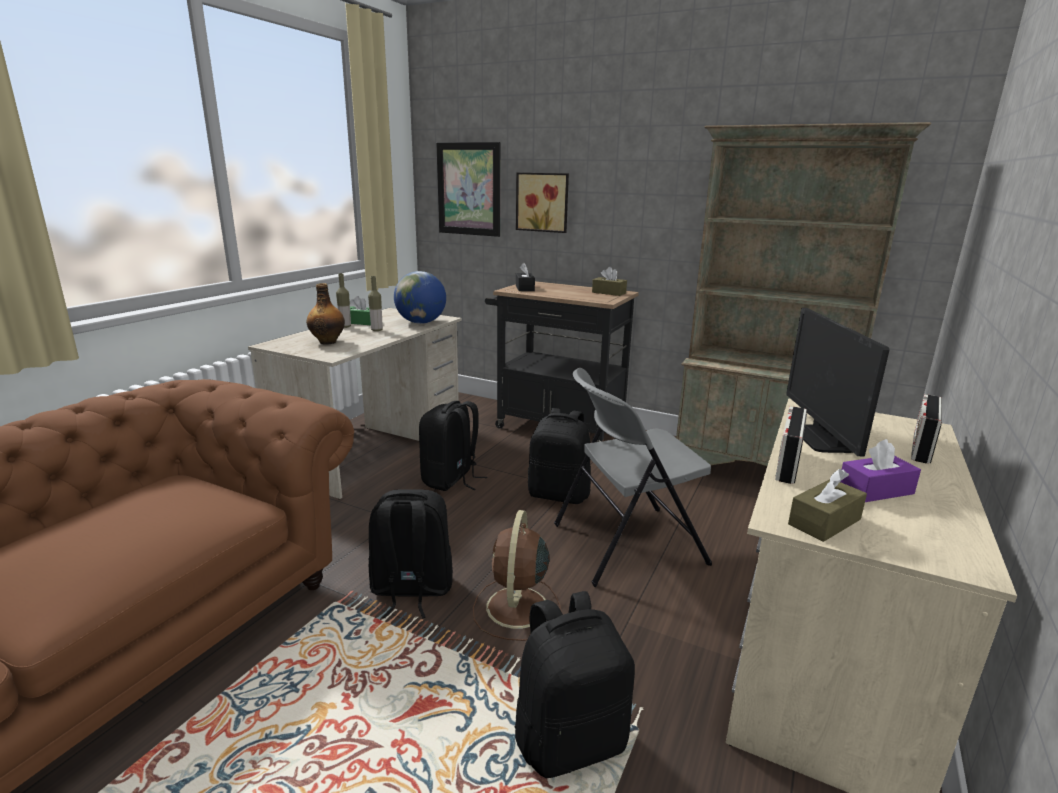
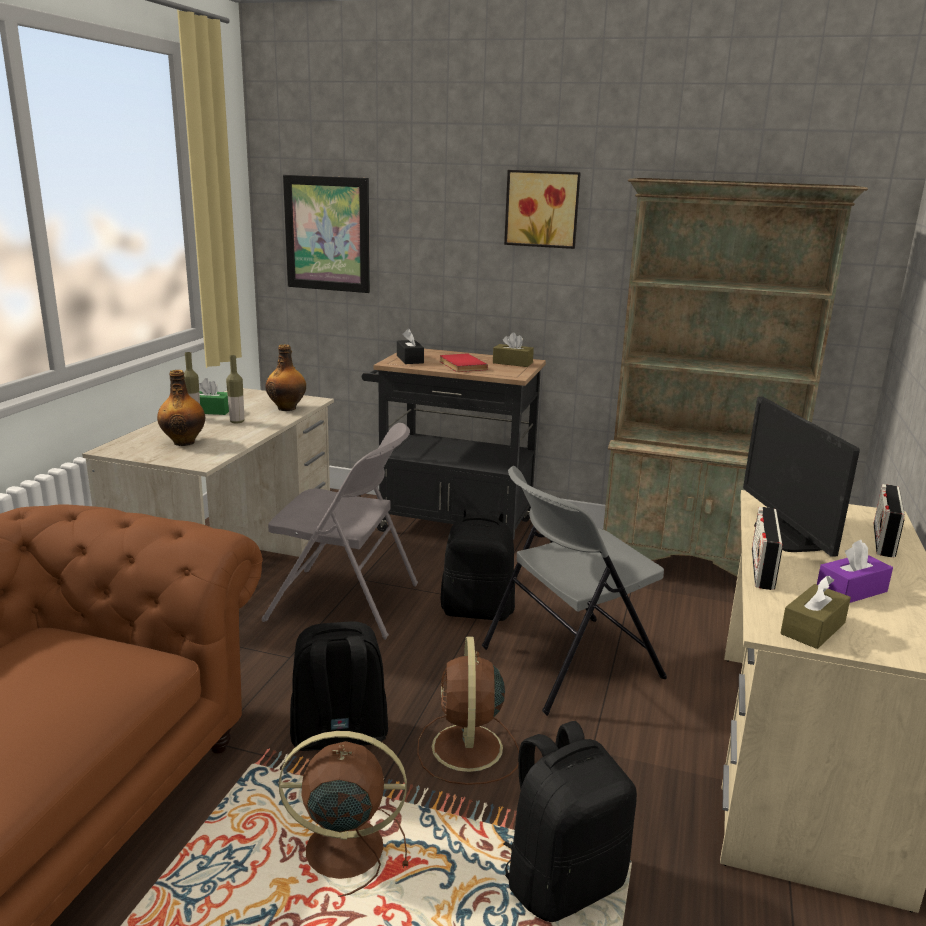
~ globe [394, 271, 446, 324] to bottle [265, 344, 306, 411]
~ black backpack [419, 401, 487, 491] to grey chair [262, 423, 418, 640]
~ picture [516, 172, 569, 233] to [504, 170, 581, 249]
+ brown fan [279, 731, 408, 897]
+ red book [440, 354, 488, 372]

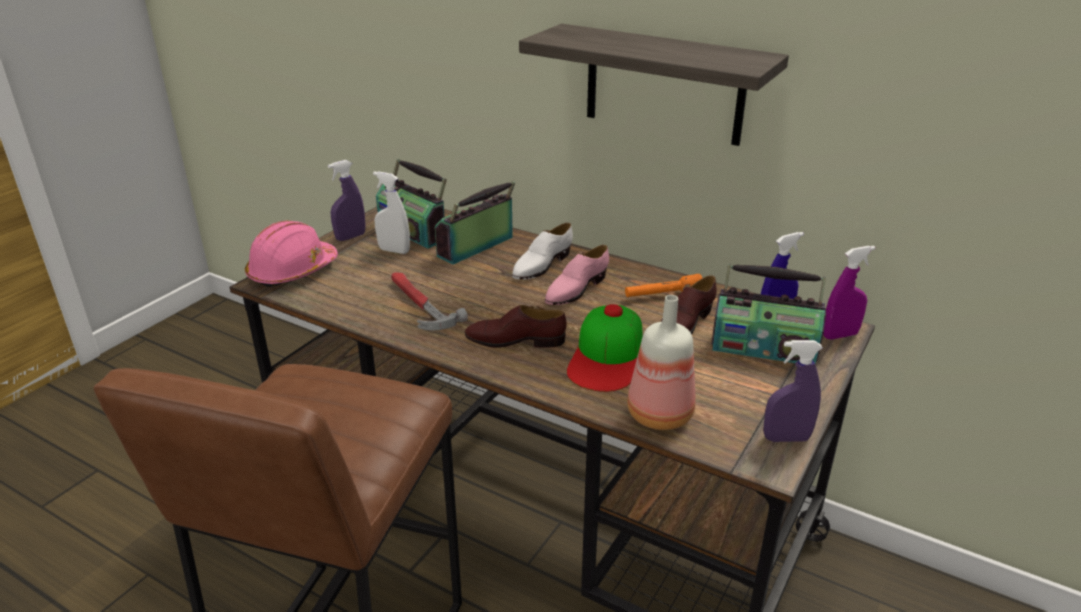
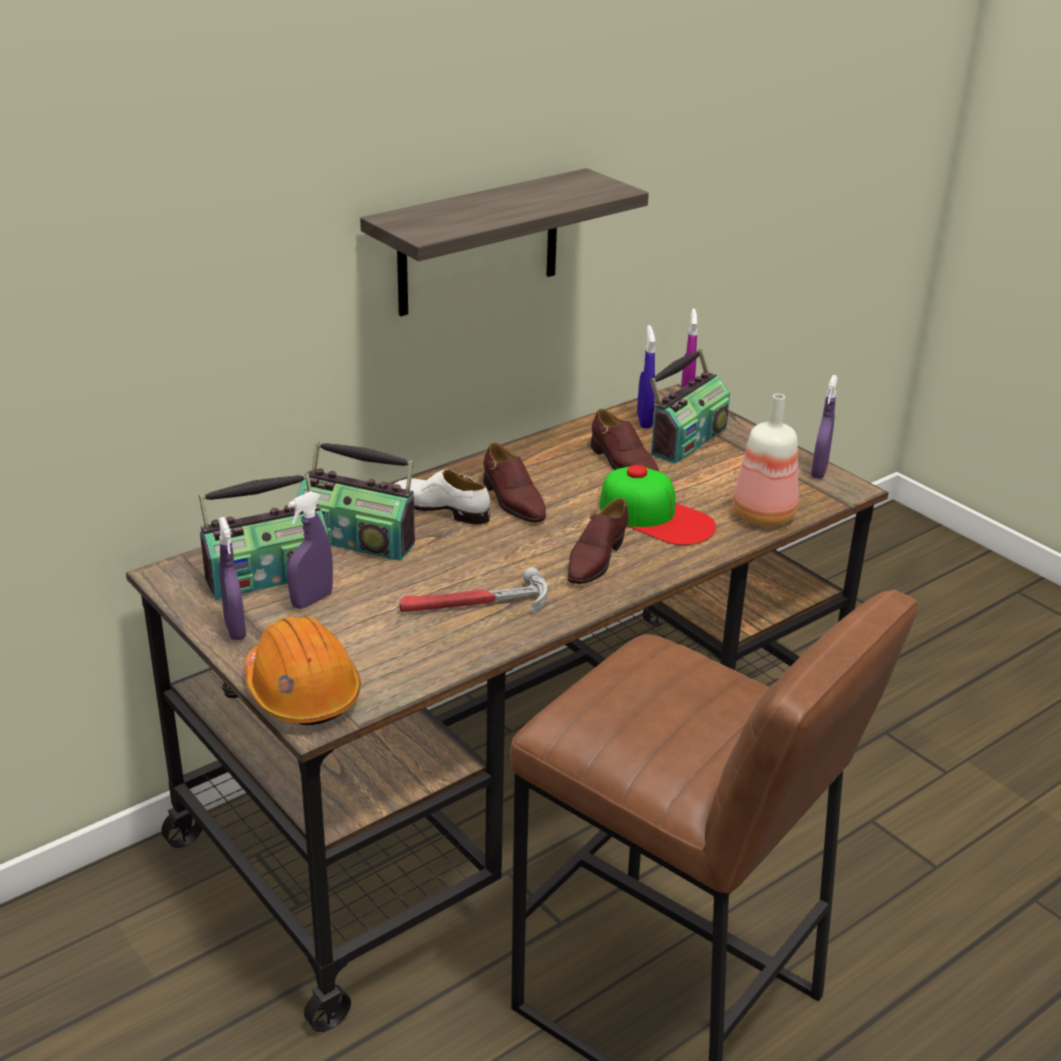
~ pink hard hat [245, 221, 338, 288] to orange hard hat [244, 616, 361, 725]
~ white spray bottle [373, 171, 410, 254] to purple spray bottle [287, 491, 333, 609]
~ radio [435, 181, 515, 265] = [296, 442, 415, 561] 45 degrees counterclockwise
~ white shoe [512, 223, 573, 280] = [394, 469, 490, 524] 150 degrees clockwise
~ pink shoe [545, 245, 609, 305] to brown shoe [483, 442, 546, 523]
- orange flashlight [625, 274, 702, 297]

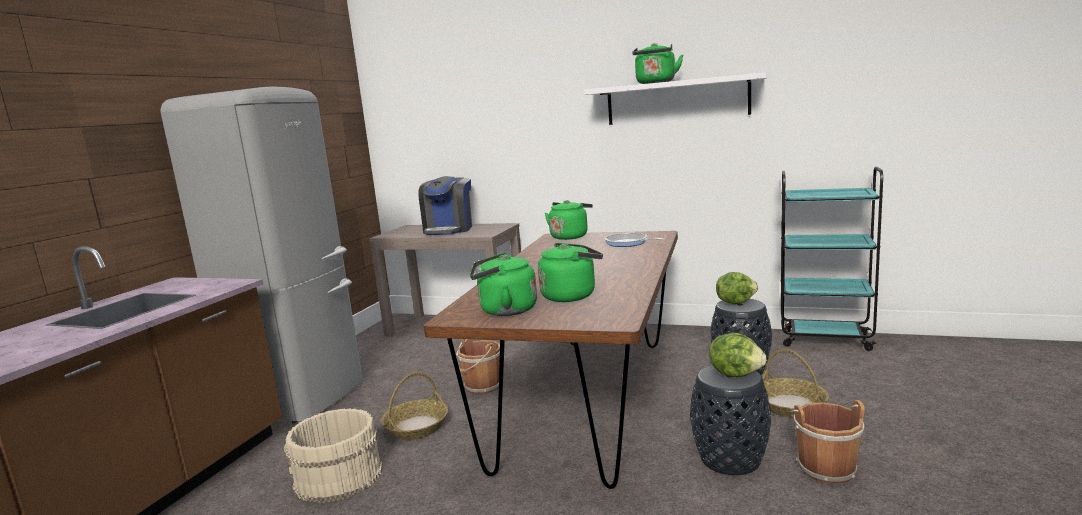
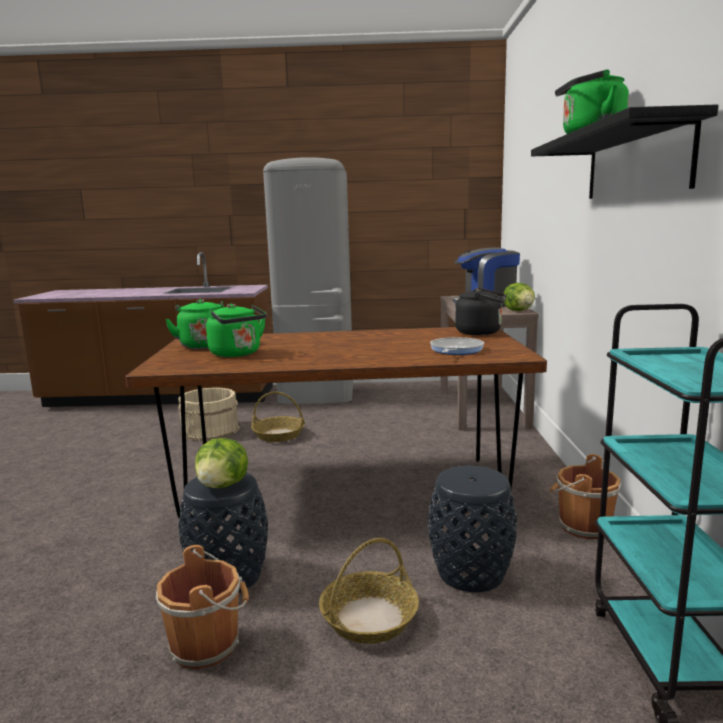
~ brown bucket [456, 339, 500, 394] to [549, 454, 621, 539]
~ green kettle [545, 200, 593, 240] to black kettle [455, 288, 507, 335]
~ white shelf [584, 72, 767, 125] to black shelf [531, 104, 719, 199]
~ lettuce [716, 272, 758, 304] to [503, 283, 535, 311]

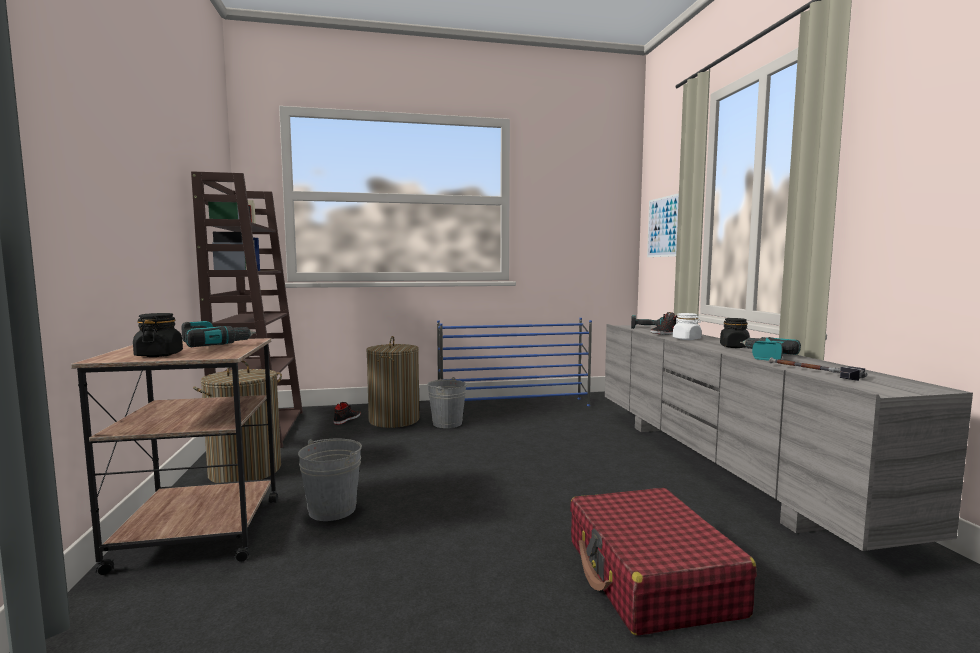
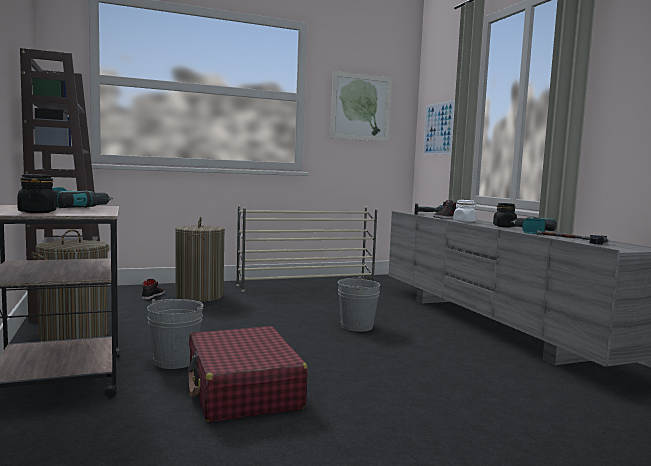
~ grey bucket [427, 377, 467, 428] to [338, 276, 380, 332]
~ blue shoe rack [437, 318, 592, 406] to beige shoe rack [236, 205, 377, 292]
~ red suitcase [570, 488, 757, 636] to [188, 326, 308, 422]
+ picture [330, 71, 392, 142]

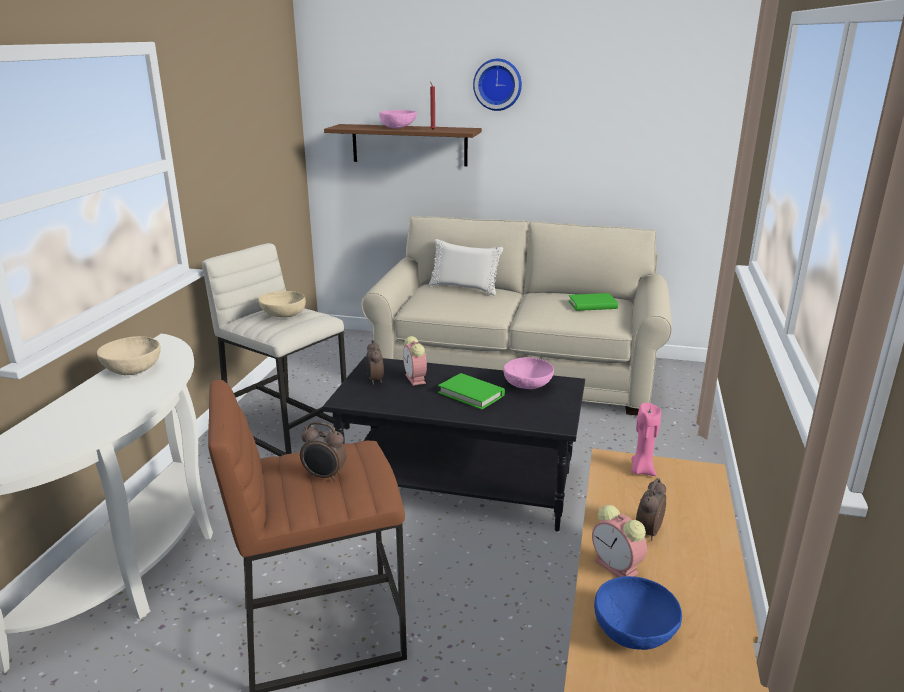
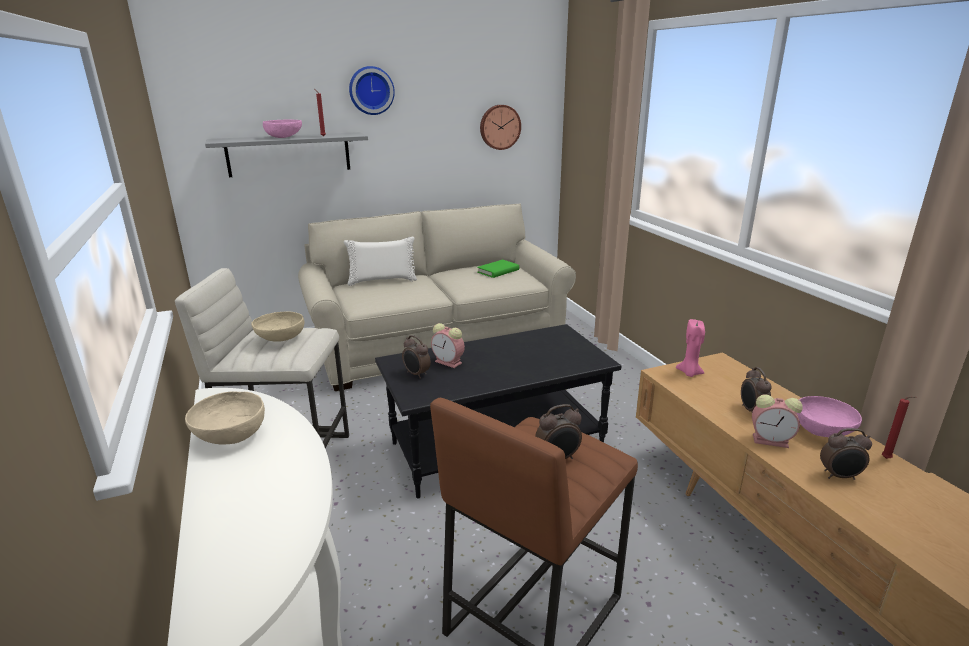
~ brown shelf [324, 124, 482, 166] to grey shelf [205, 132, 368, 177]
- green book [438, 373, 505, 410]
~ pink bowl [504, 357, 554, 389] to [797, 396, 862, 437]
~ blue bowl [594, 576, 682, 650] to alarm clock [820, 428, 872, 480]
+ wall clock [480, 105, 521, 150]
+ red candle [882, 397, 915, 459]

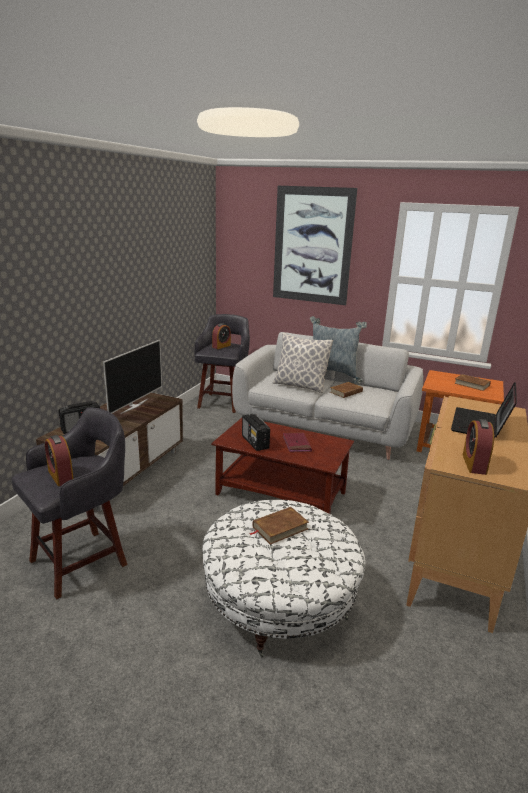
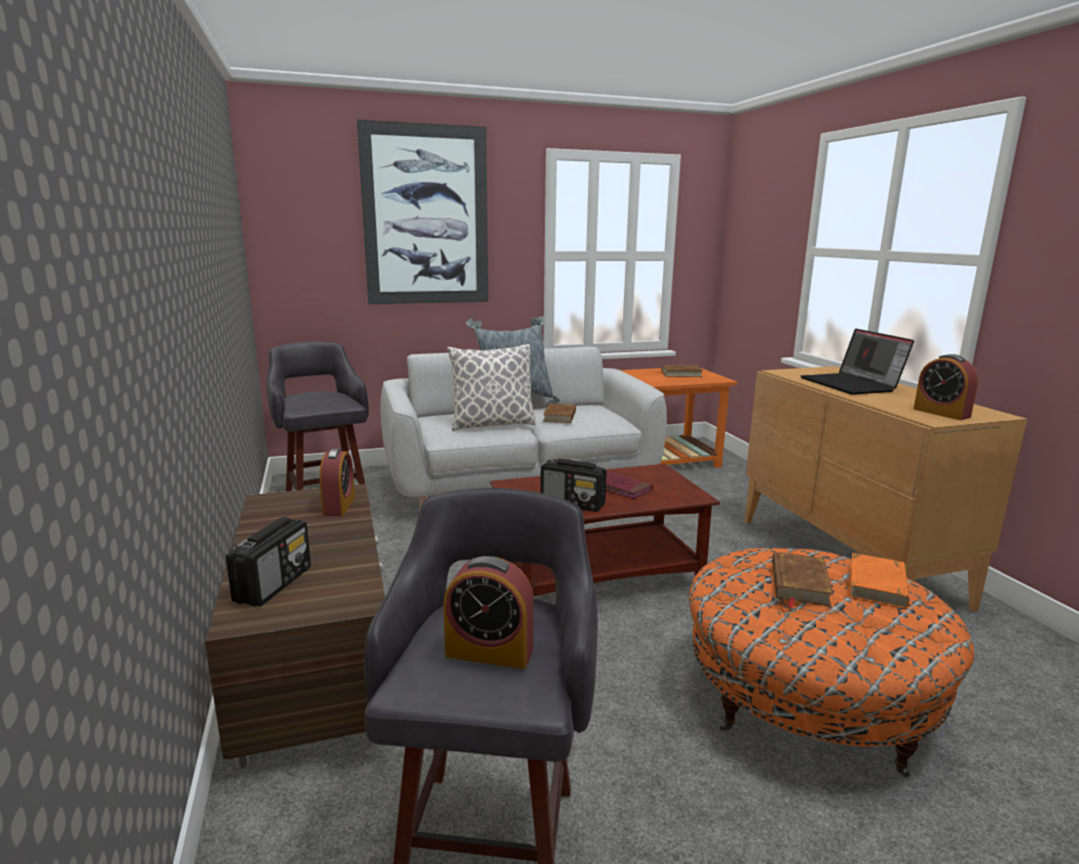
- television [103, 340, 162, 414]
~ white ottoman [202, 500, 365, 657] to orange ottoman [689, 548, 974, 778]
~ alarm clock [212, 323, 231, 349] to [319, 449, 355, 516]
+ orange book [849, 553, 909, 609]

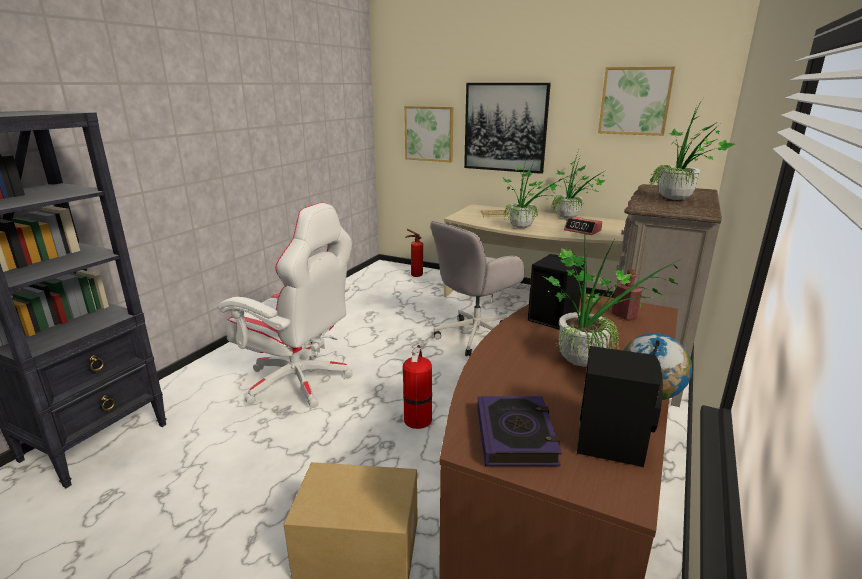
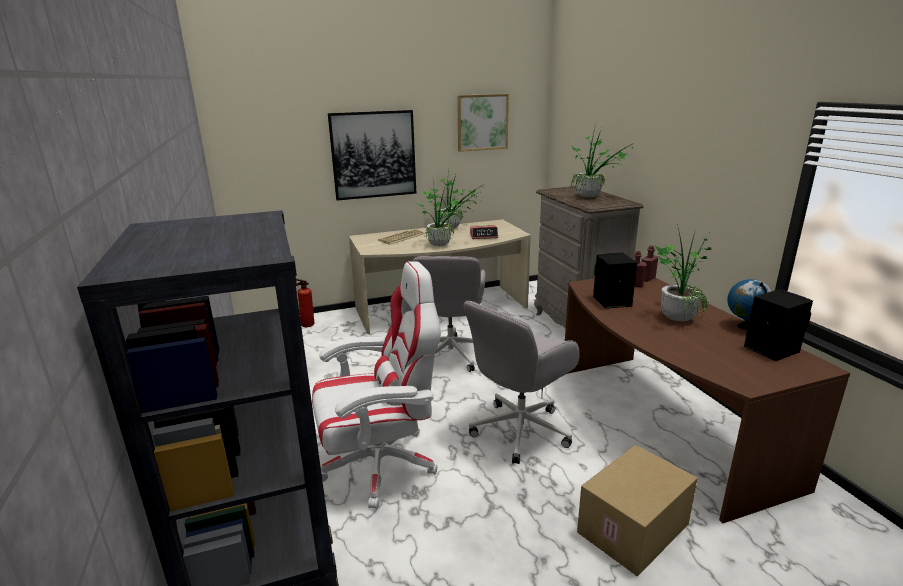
~ fire extinguisher [403, 345, 432, 429] to grey office chair [464, 301, 580, 464]
- picture [404, 106, 453, 162]
- book [477, 396, 562, 466]
+ red bottle [641, 246, 658, 282]

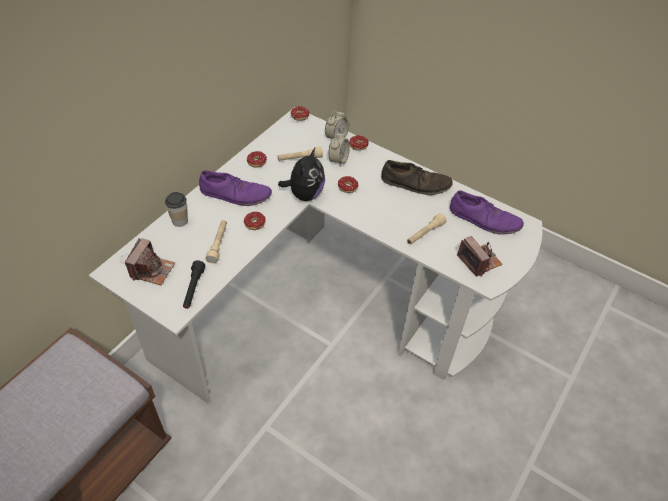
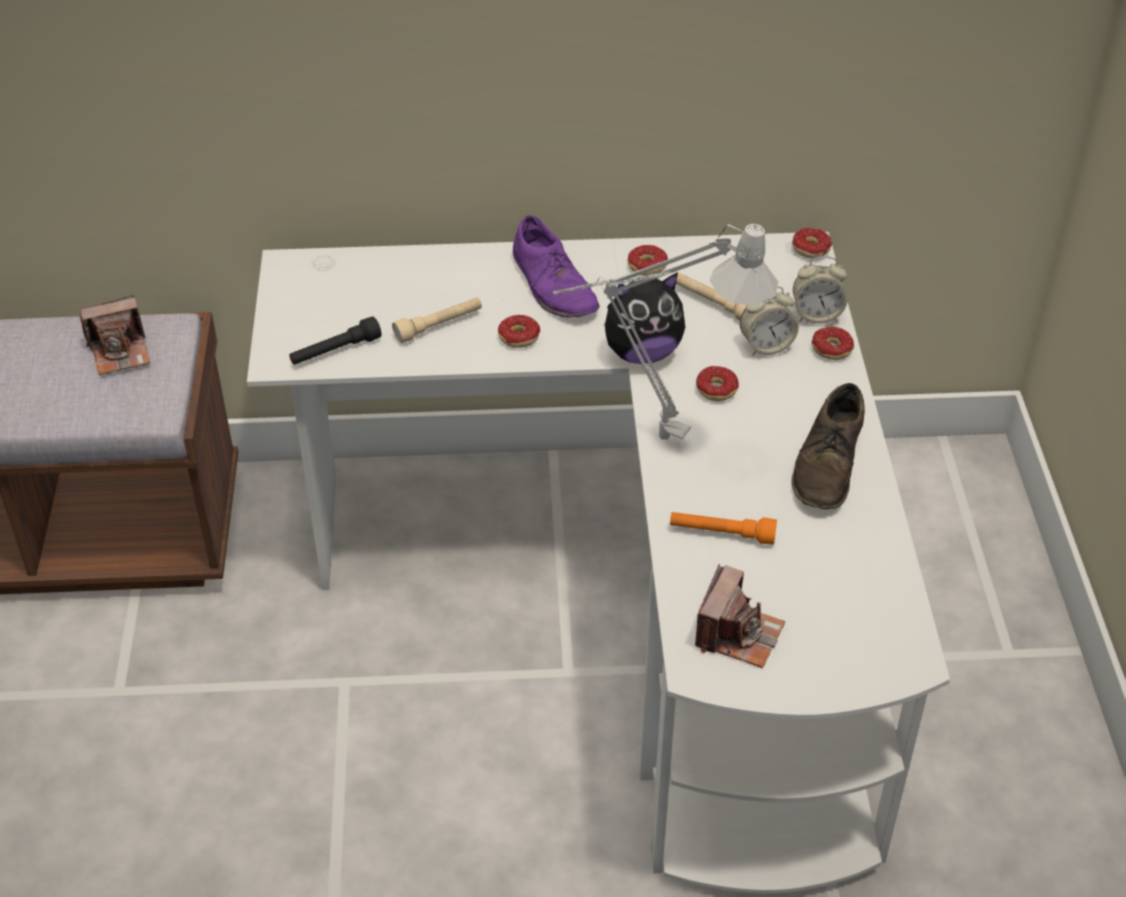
~ photo camera [125, 238, 175, 285] to [80, 295, 150, 375]
- cup [165, 192, 188, 227]
~ brown shoe [381, 160, 453, 195] = [792, 383, 865, 509] 45 degrees clockwise
~ beige flashlight [407, 213, 447, 244] to orange flashlight [670, 512, 777, 545]
- purple shoe [450, 190, 524, 235]
+ grey table lamp [553, 224, 778, 443]

